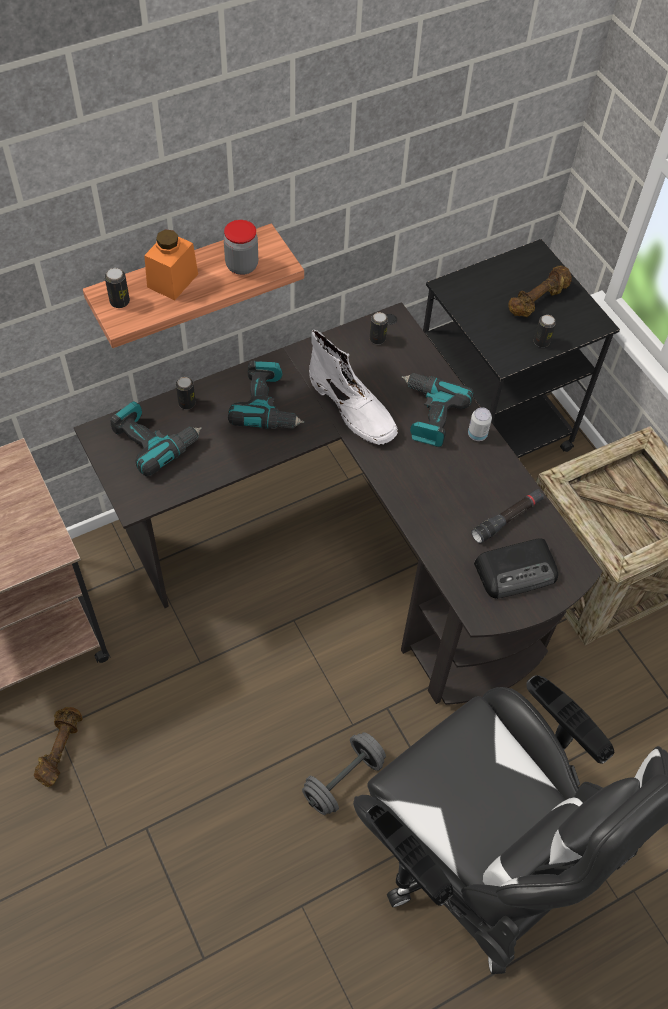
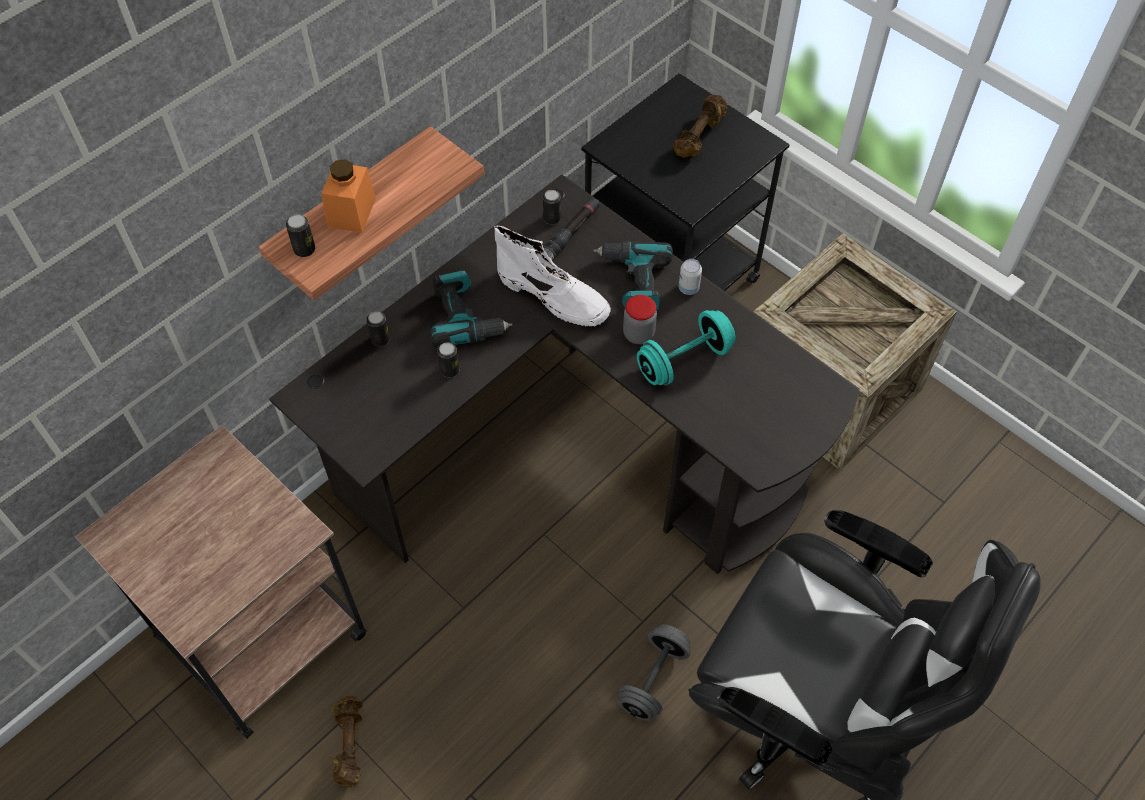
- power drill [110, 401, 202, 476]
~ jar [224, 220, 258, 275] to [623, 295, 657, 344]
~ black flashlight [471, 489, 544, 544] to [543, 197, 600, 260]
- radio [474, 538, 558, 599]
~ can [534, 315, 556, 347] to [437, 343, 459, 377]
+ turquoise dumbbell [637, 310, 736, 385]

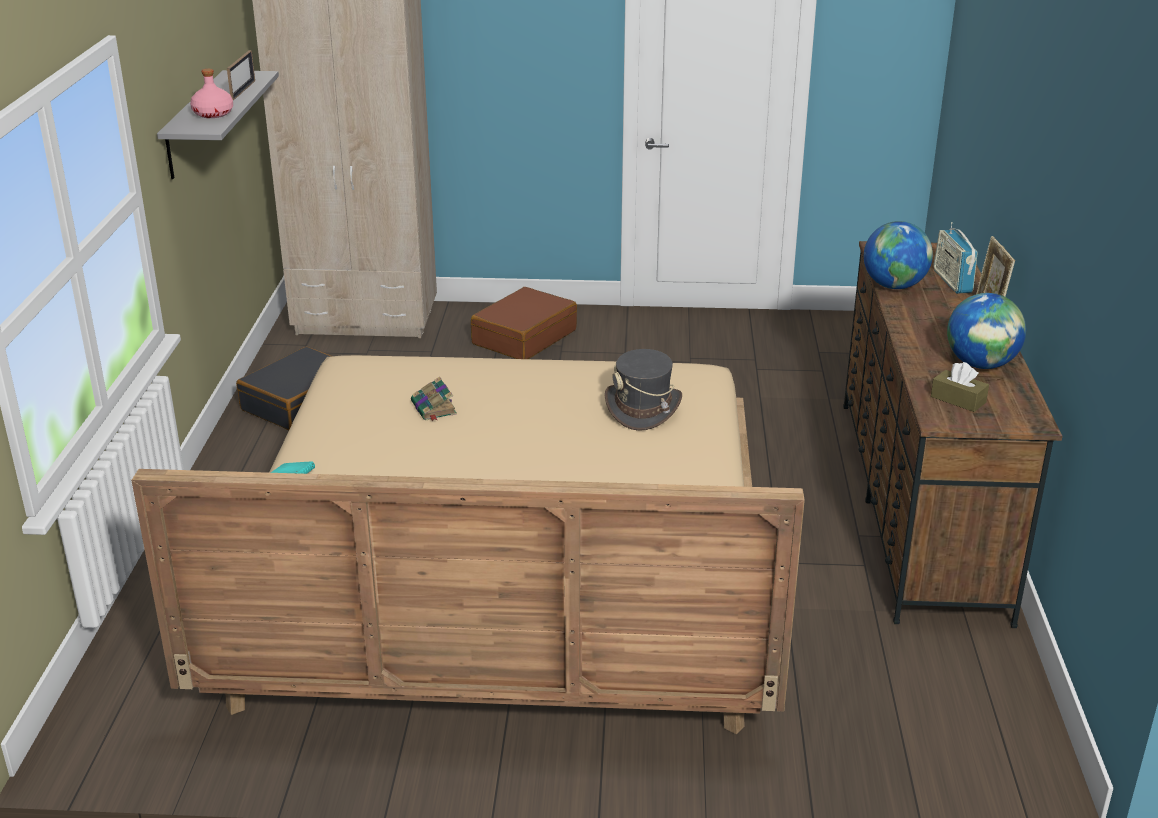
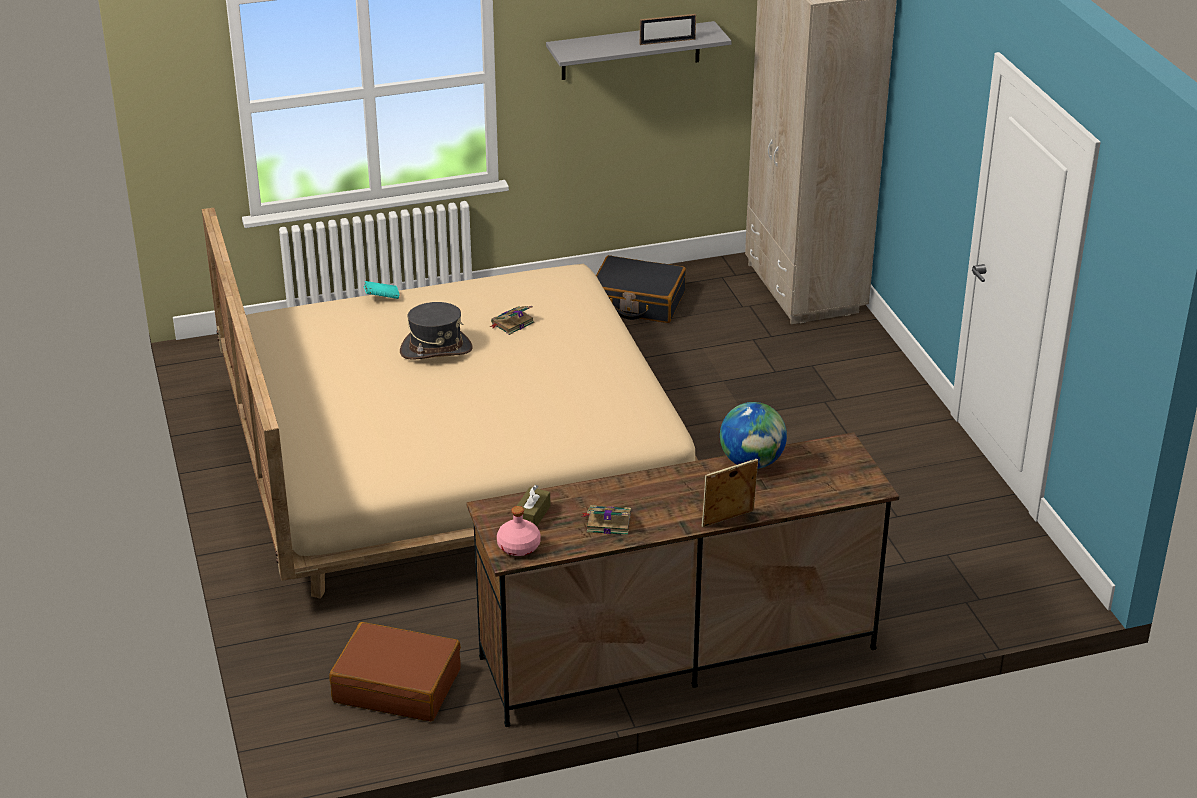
~ pink bottle [190, 69, 233, 118] to [497, 506, 541, 556]
~ brown suitcase [471, 287, 577, 359] to [329, 622, 461, 721]
~ grey hat [605, 349, 682, 431] to [400, 302, 473, 360]
- radio [933, 222, 978, 294]
~ globe [947, 293, 1026, 369] to book [581, 505, 631, 535]

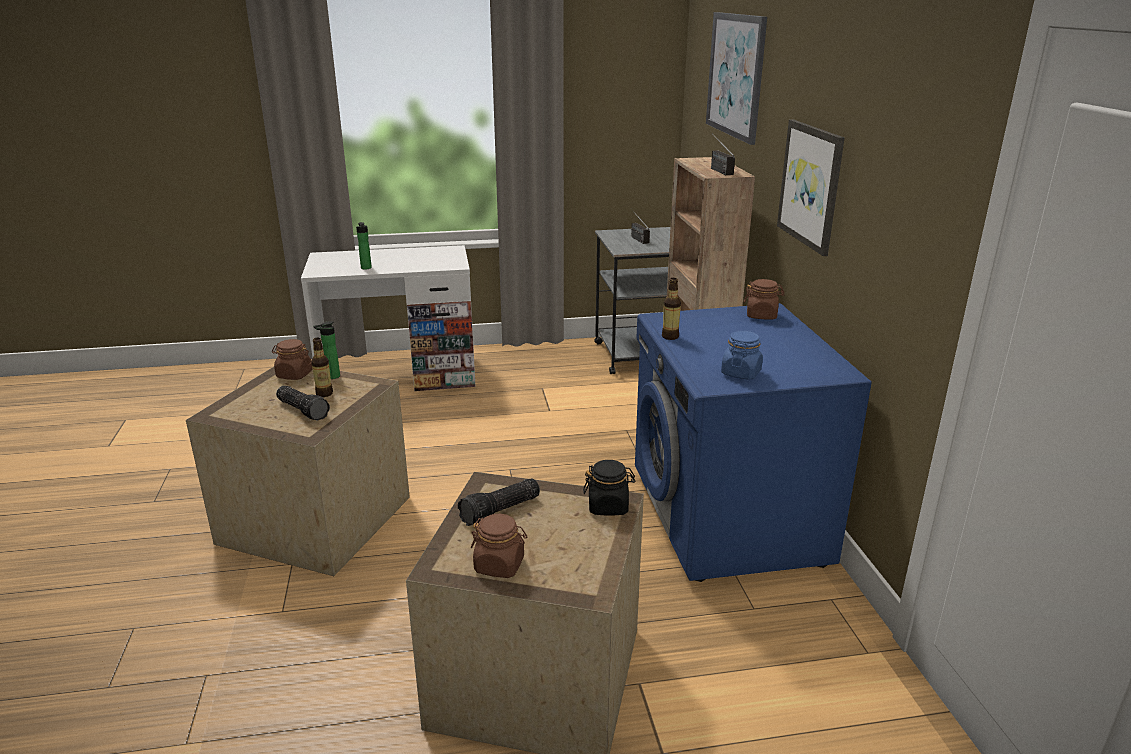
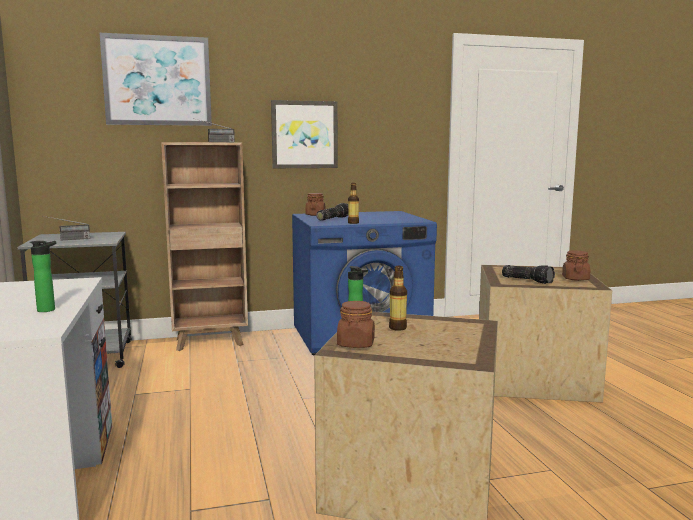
~ flashlight [276, 386, 330, 420] to [316, 203, 348, 221]
- black jar [583, 460, 635, 516]
- blue jar [721, 331, 763, 380]

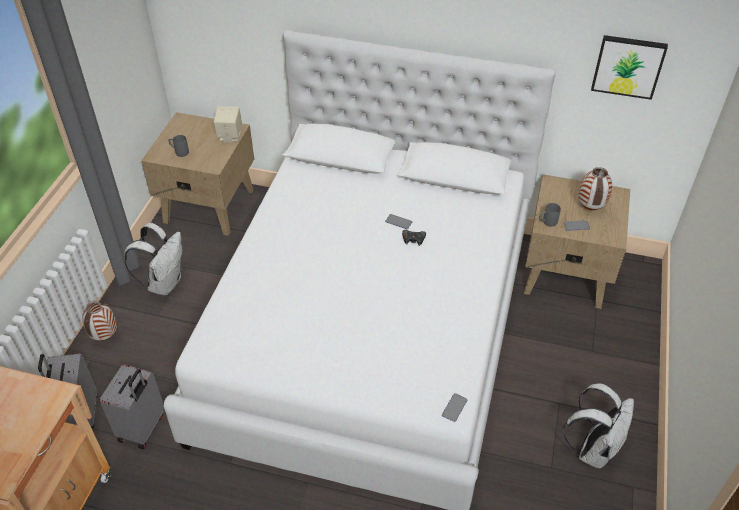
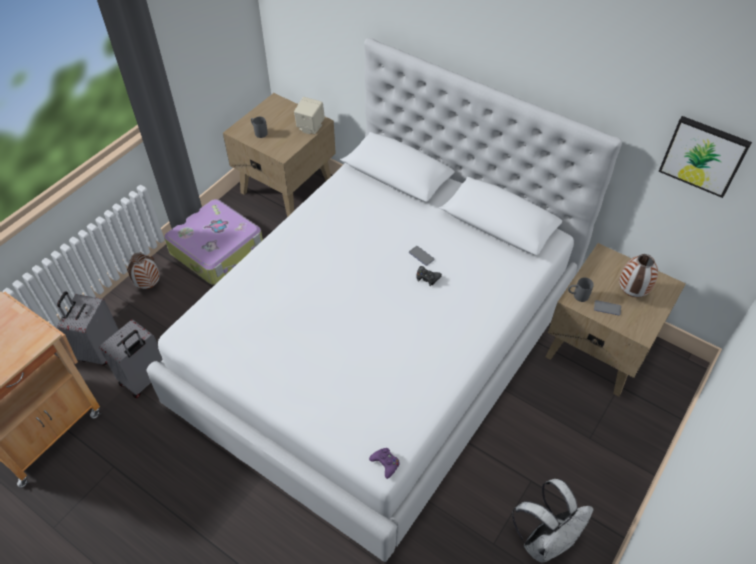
~ white backpack [124, 223, 182, 296] to suitcase [164, 199, 263, 285]
~ phone [442, 393, 467, 422] to purple game controller [369, 448, 399, 479]

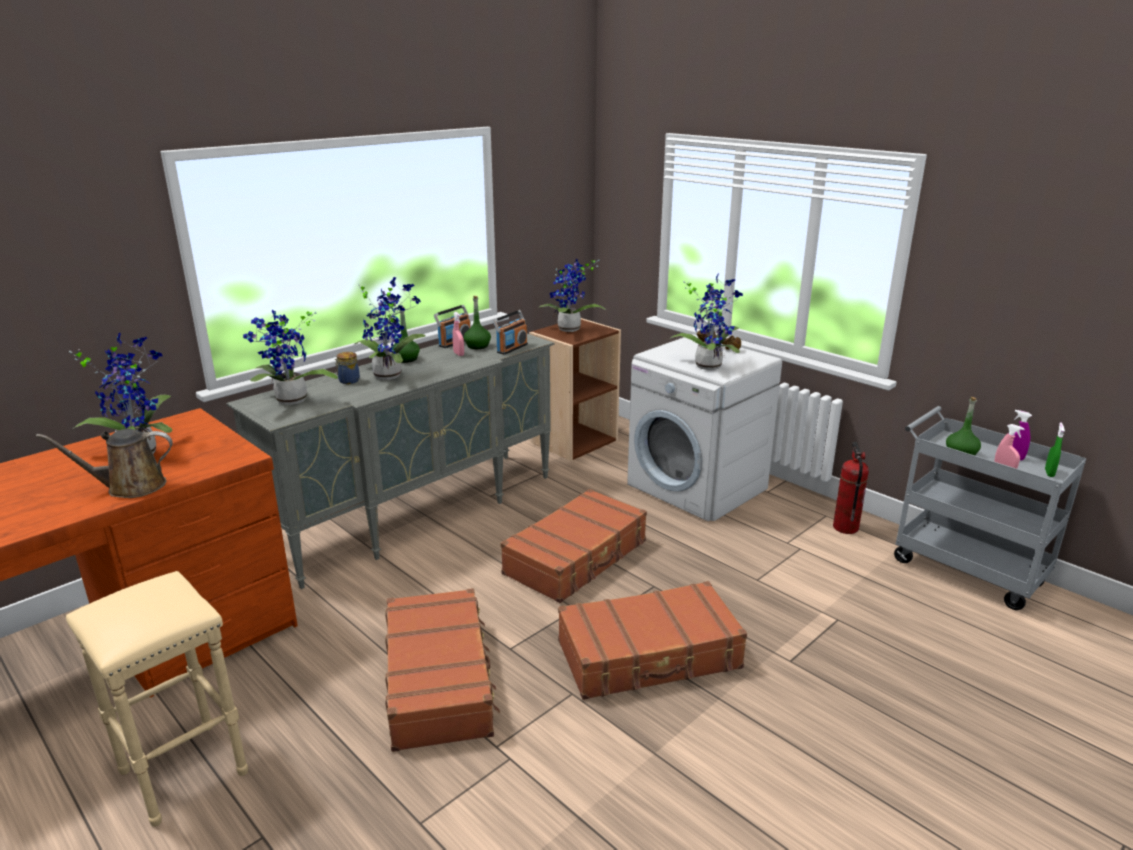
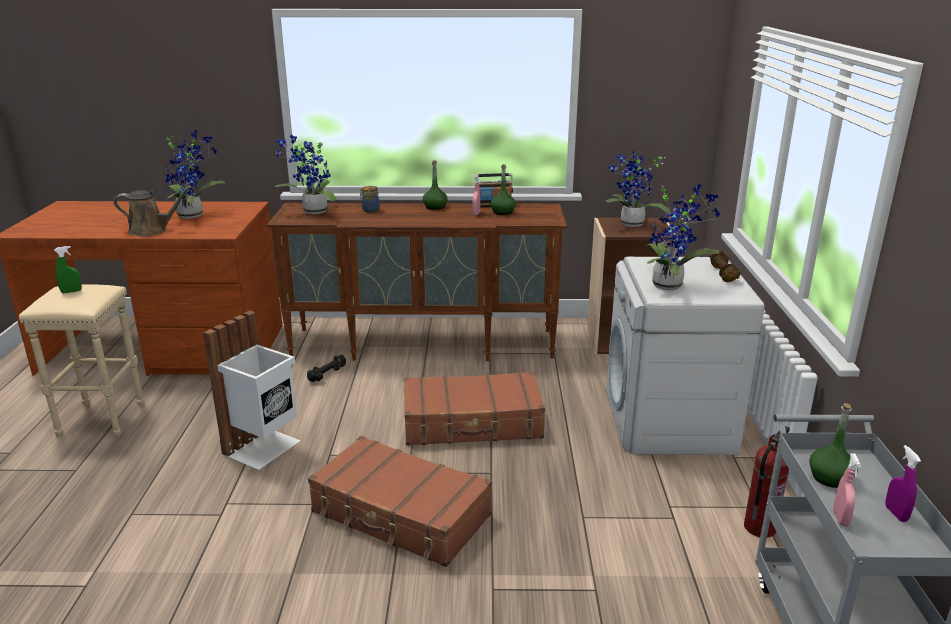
~ brown watering can [36, 429, 173, 498] = [114, 186, 192, 236] 150 degrees clockwise
~ grey cabinet [226, 328, 555, 589] to brown cabinet [267, 203, 567, 361]
- potted plant [355, 277, 426, 380]
~ brown suitcase [385, 588, 500, 752] to white trash can [203, 310, 301, 470]
- radio [493, 310, 528, 355]
~ green spray bottle [1045, 422, 1065, 477] to [54, 246, 82, 293]
+ black dumbbell [307, 354, 346, 382]

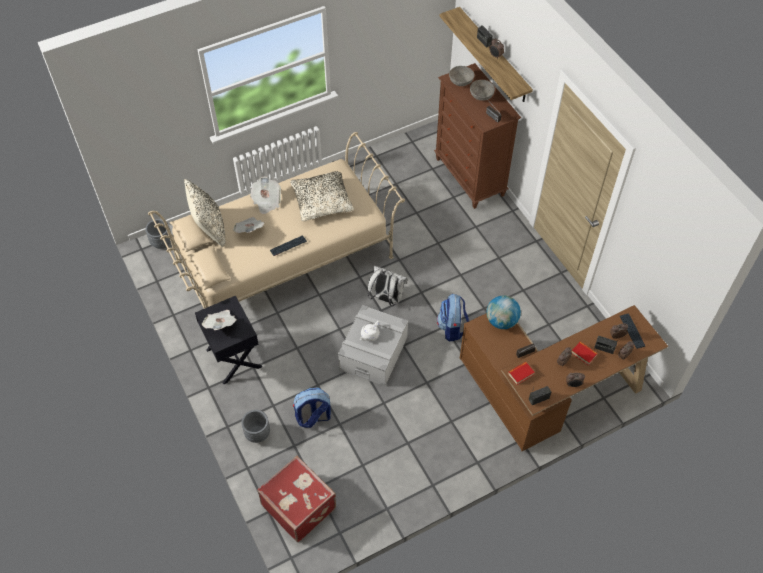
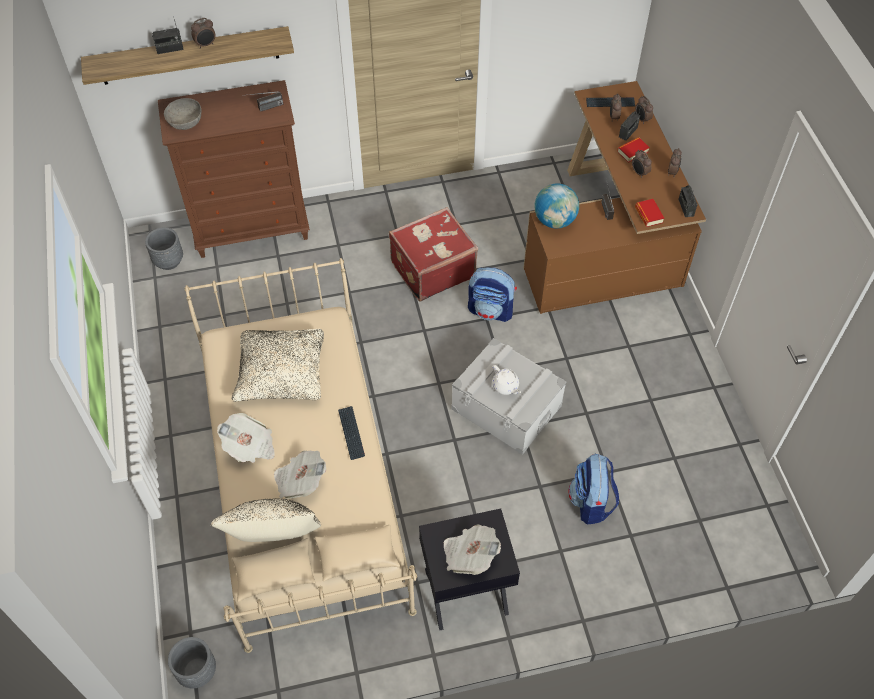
~ grey planter [241, 410, 270, 443] to [145, 228, 183, 270]
~ red suitcase [257, 456, 336, 542] to [389, 207, 478, 302]
- white backpack [368, 266, 407, 306]
- grey bowl [470, 80, 495, 101]

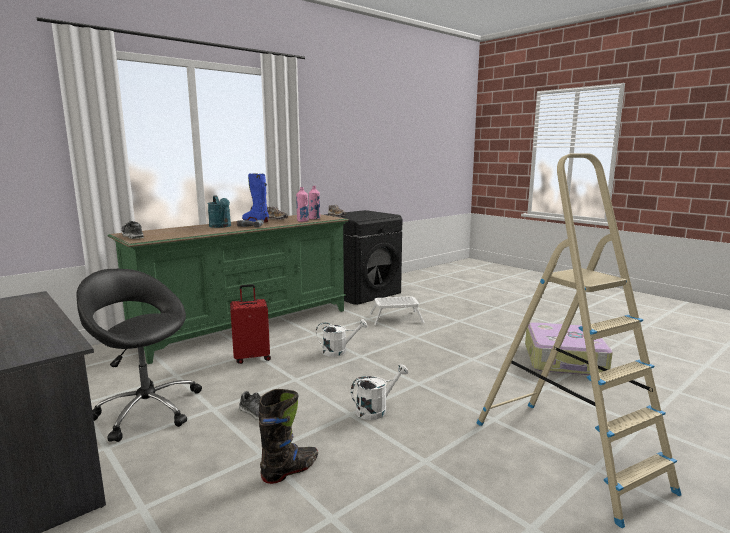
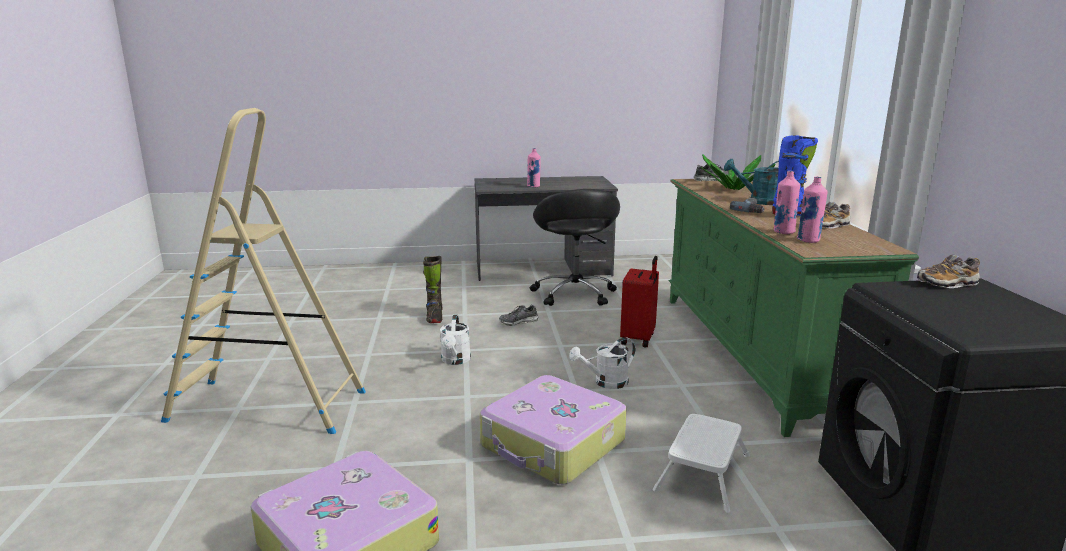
~ black office chair [76, 269, 202, 442] = [530, 189, 620, 306] 120 degrees clockwise
~ white watering can [316, 319, 368, 357] = [569, 337, 635, 389] 45 degrees clockwise
+ suitcase [480, 375, 627, 484]
+ pink bottle [527, 148, 541, 187]
+ potted plant [701, 154, 776, 190]

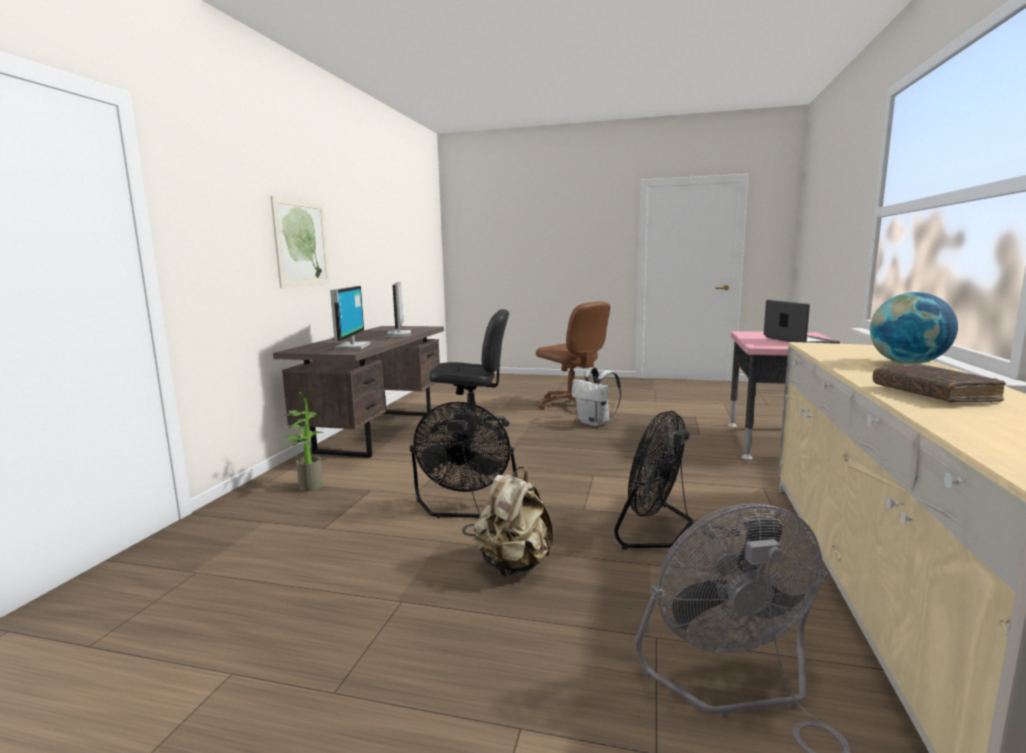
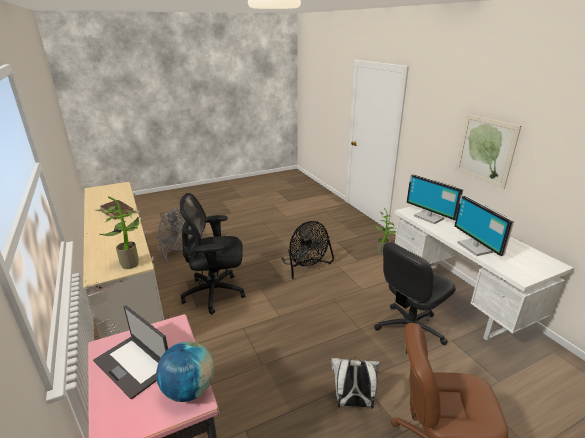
~ brown desk [273, 326, 444, 458] to white desk [395, 206, 574, 341]
~ monitor [386, 282, 411, 337] = [454, 195, 514, 256] 150 degrees counterclockwise
- beige backpack [474, 467, 554, 576]
~ black fan [614, 411, 741, 550] to black office chair [180, 193, 246, 315]
~ globe [870, 292, 958, 364] to [156, 341, 215, 402]
+ potted plant [96, 196, 139, 269]

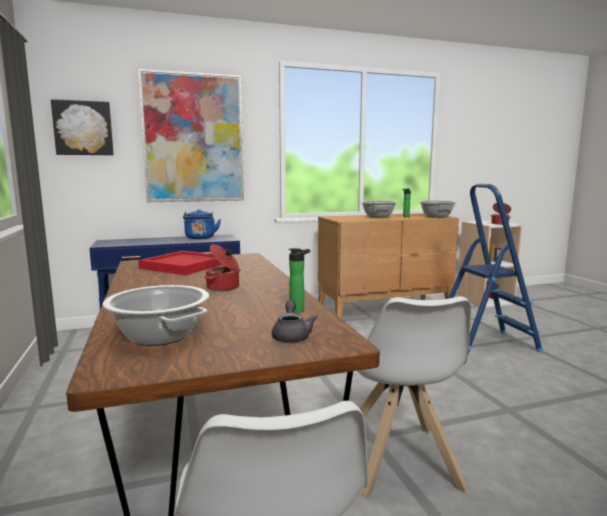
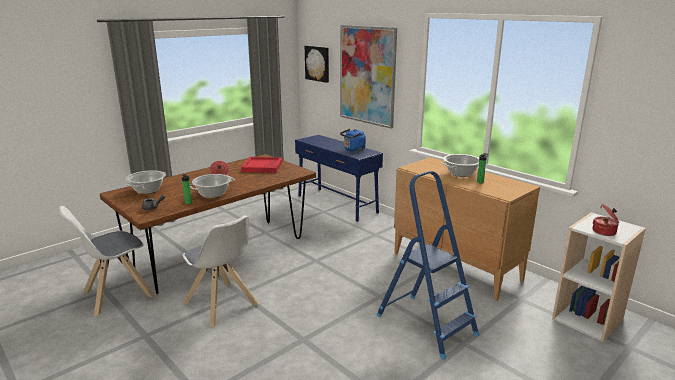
~ chair [357, 296, 471, 497] = [182, 215, 259, 327] 105 degrees counterclockwise
~ cooking pot [418, 200, 457, 218] to [190, 174, 235, 198]

